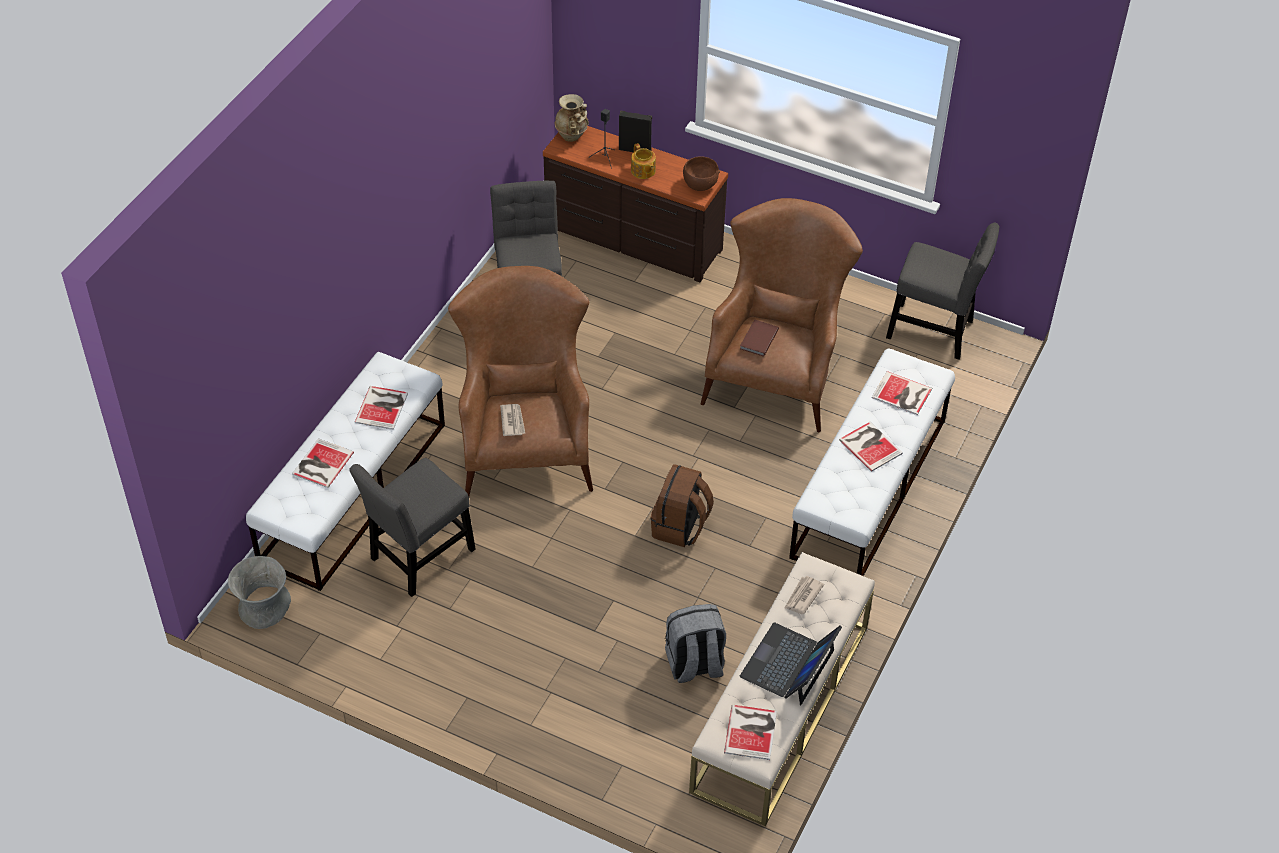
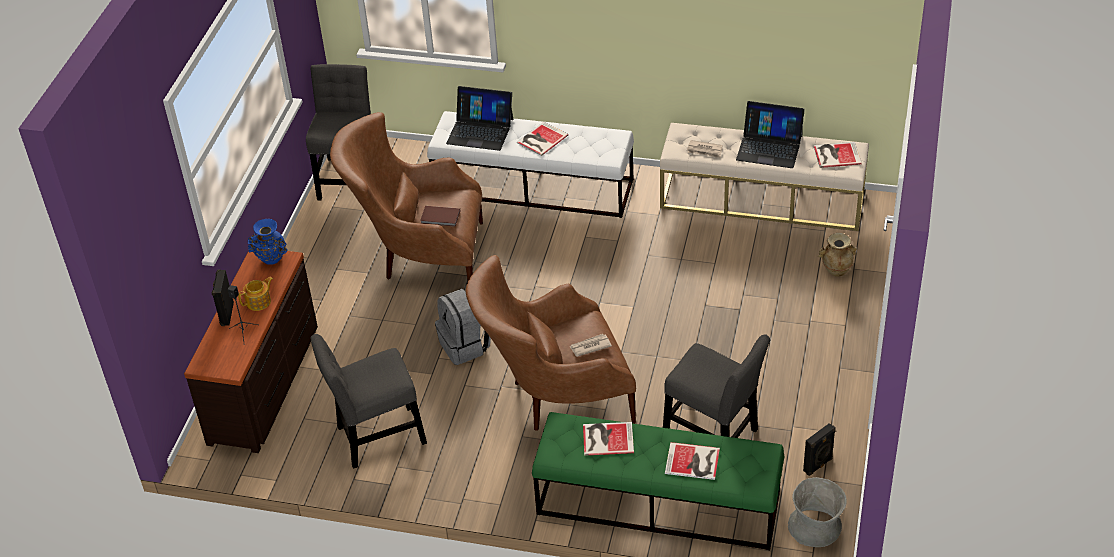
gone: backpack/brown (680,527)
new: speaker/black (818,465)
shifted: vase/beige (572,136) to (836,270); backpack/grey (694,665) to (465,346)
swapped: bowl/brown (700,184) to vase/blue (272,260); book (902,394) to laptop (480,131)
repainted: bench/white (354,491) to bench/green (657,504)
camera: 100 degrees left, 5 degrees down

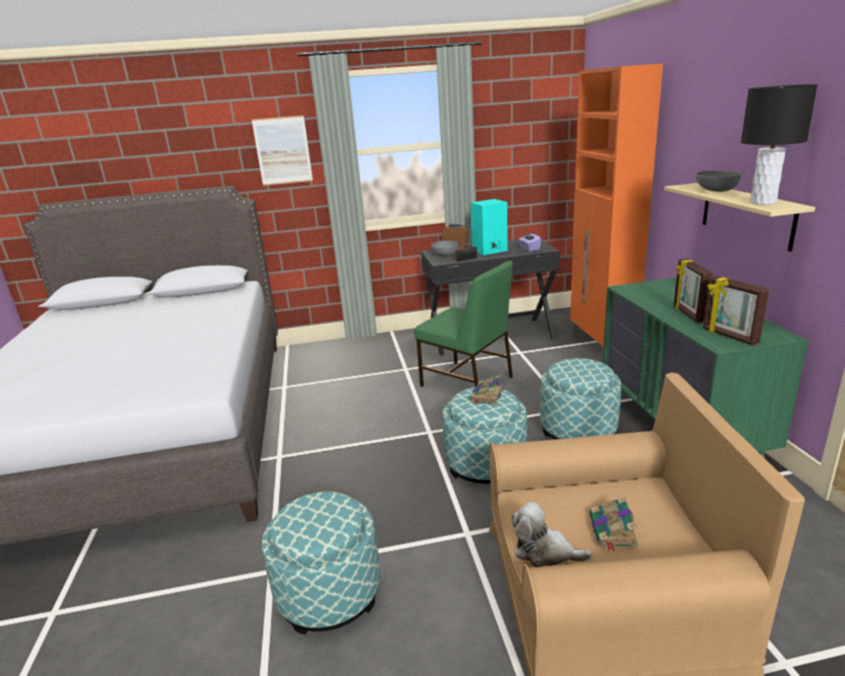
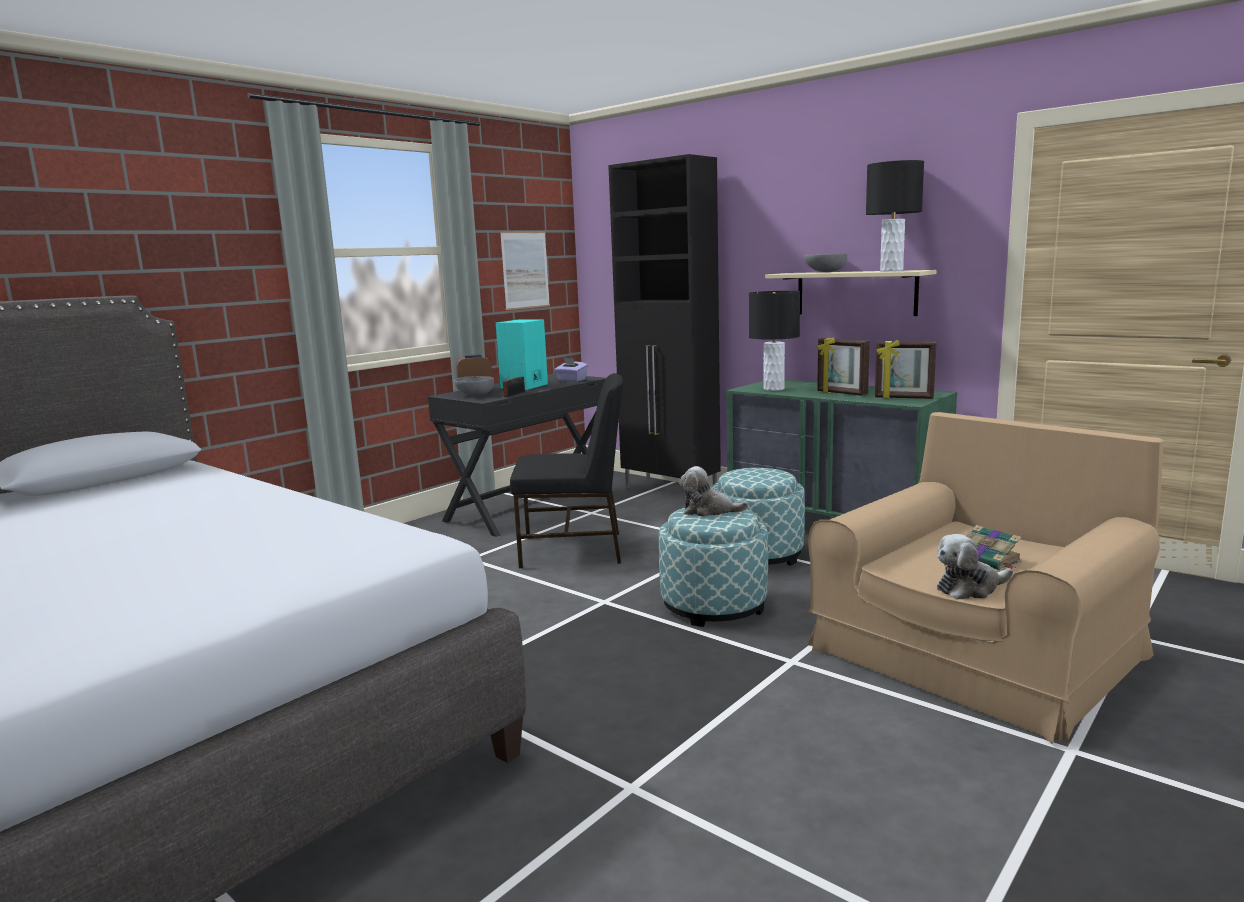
gone: ottoman (329,593)
new: table lamp/black (774,389)
shifted: picture (283,150) to (525,270)
swapped: book (486,396) to plush toy (709,511)
repainted: cabinet/orange (601,346) to cabinet/black (671,490); chair/green (467,382) to chair/black (574,550)
camera: 40 degrees left, 10 degrees down

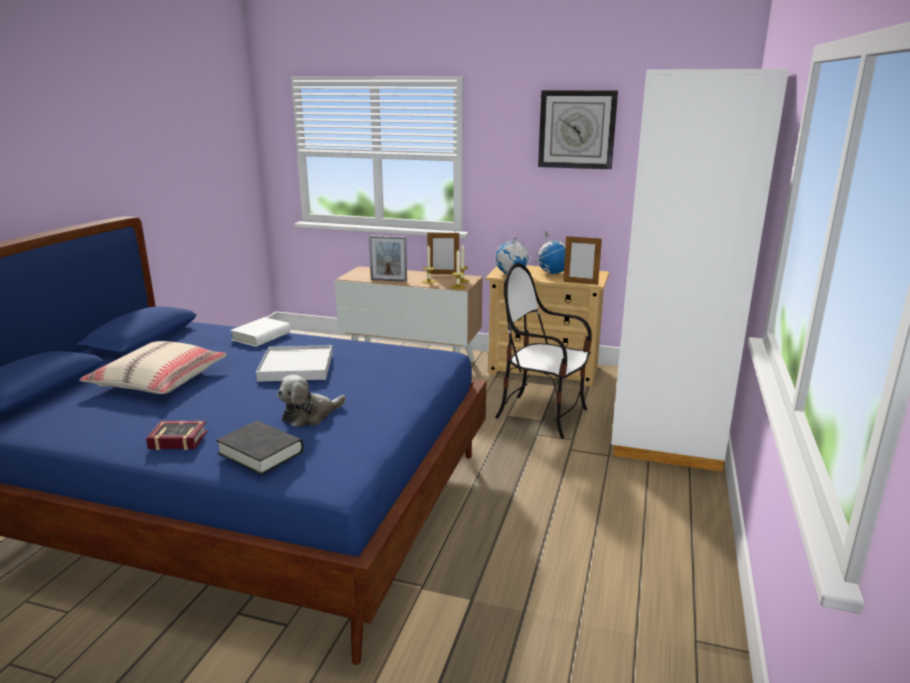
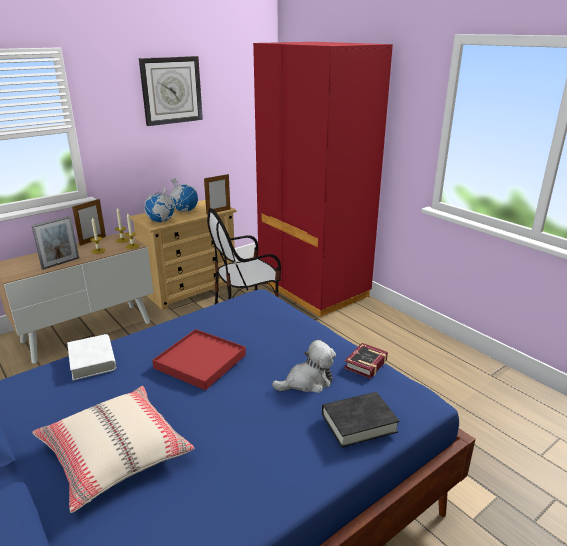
shifted: book (176,439) to (363,364)
repainted: wardrobe/white (665,430) to wardrobe/red (313,289); tray/white (296,367) to tray/red (200,361)
rotated: plush toy (310,416) = (307,382) 105 degrees counterclockwise
camera: 55 degrees left, 5 degrees up

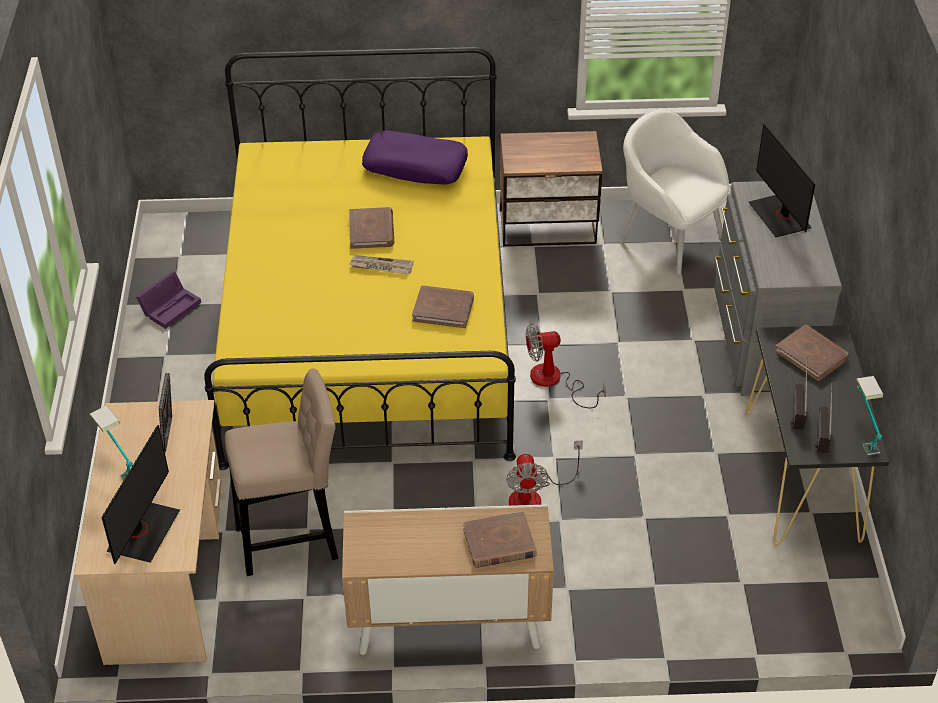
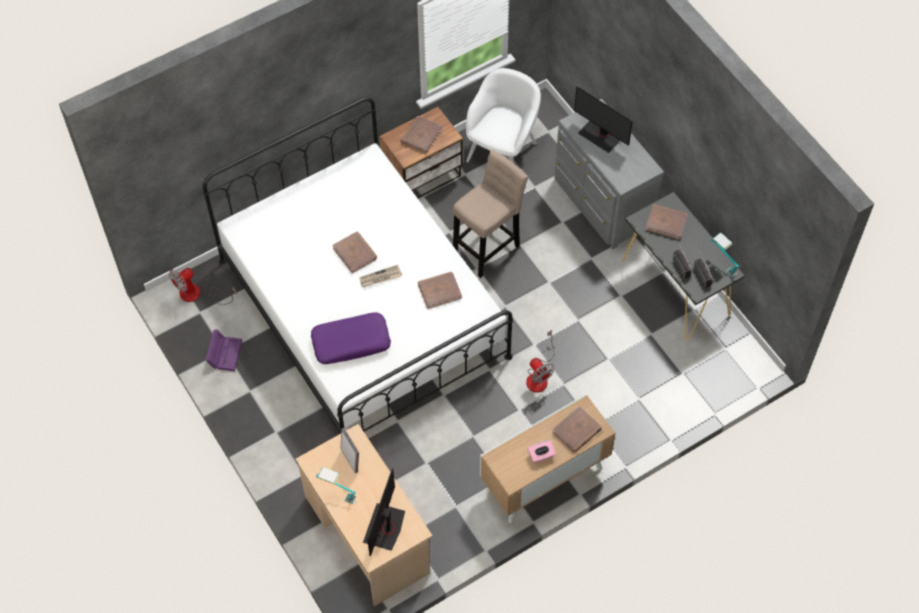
new: book/brown (421,135); tissue box/pink (541,455)
shifted: pillow/purple (415,166) to (351,342); fan (554,381) to (197,294); stool/beige (293,540) to (488,247)
repainted: bed/yellow (368,328) to bed/white (363,308)
rotated: armchair/white (669,238) = (502,150) 105 degrees clockwise; monitor (142,531) = (385,527) 150 degrees counterclockwise
camera: 30 degrees left, 15 degrees up

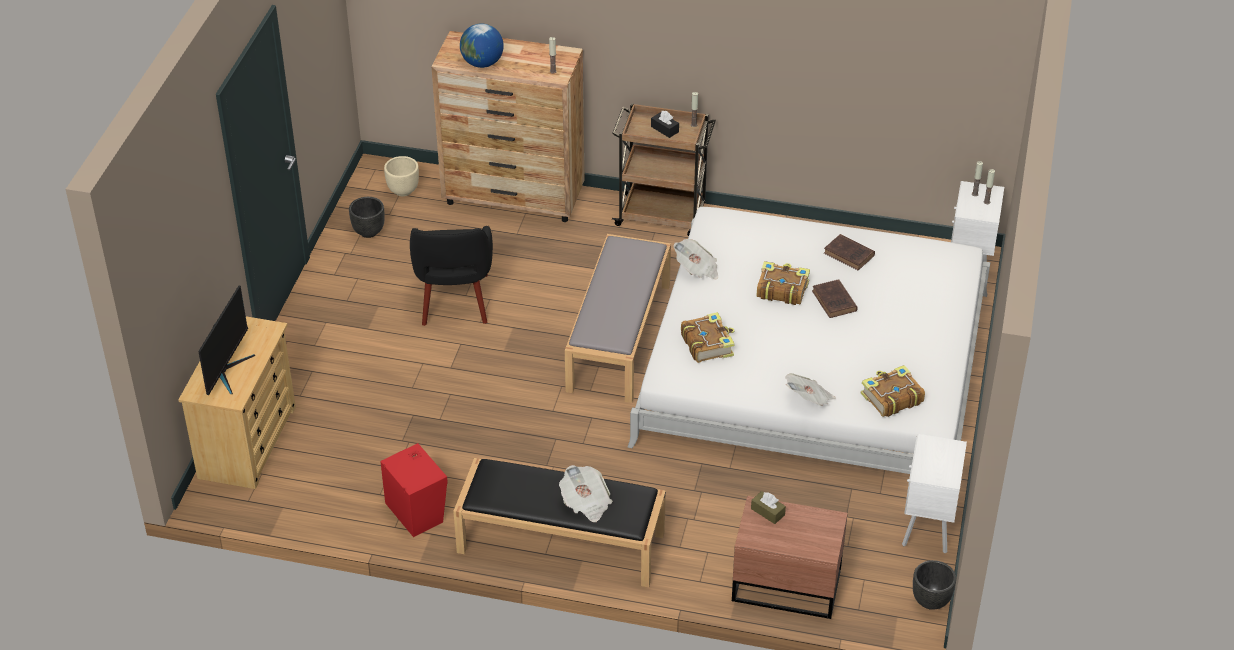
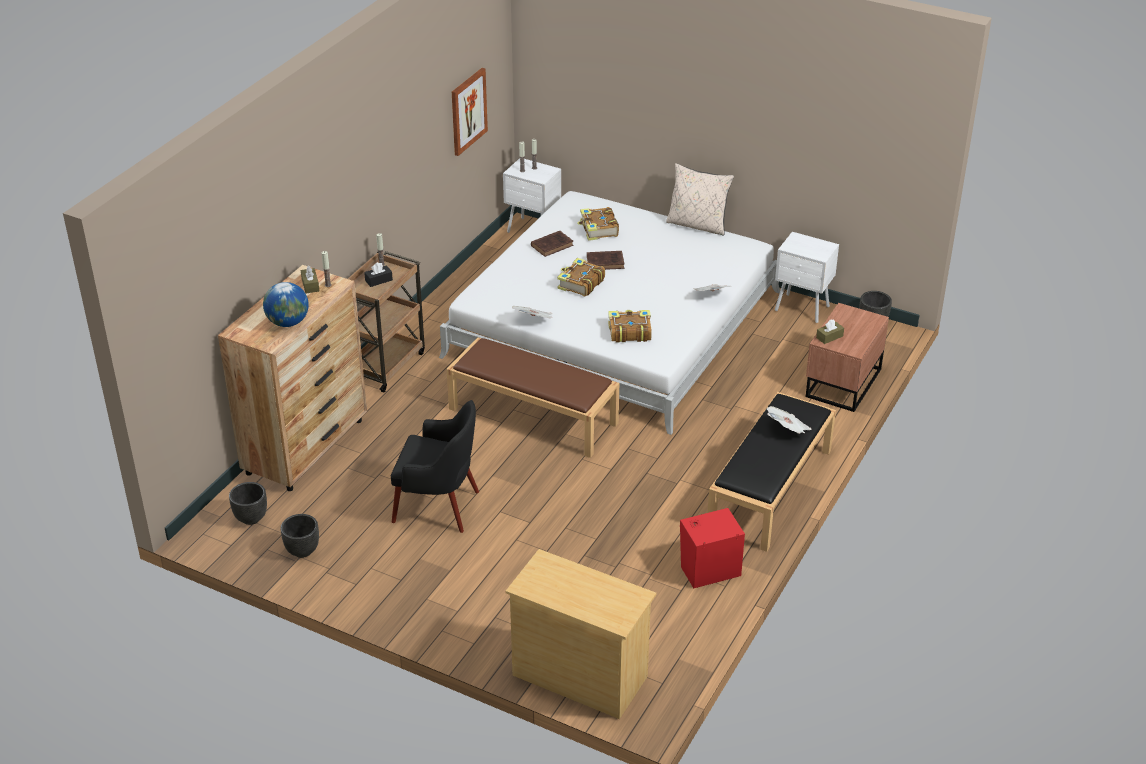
gone: monitor (227,371)
new: picture (468,111); pillow/beige (697,225); tissue box/brown (310,285)
shifted: book (891,398) to (598,229)
repainted: planter/beige (403,190) to planter/black (250,518); bench/grey (619,337) to bench/brown (534,416)
camera: 75 degrees left, 5 degrees down

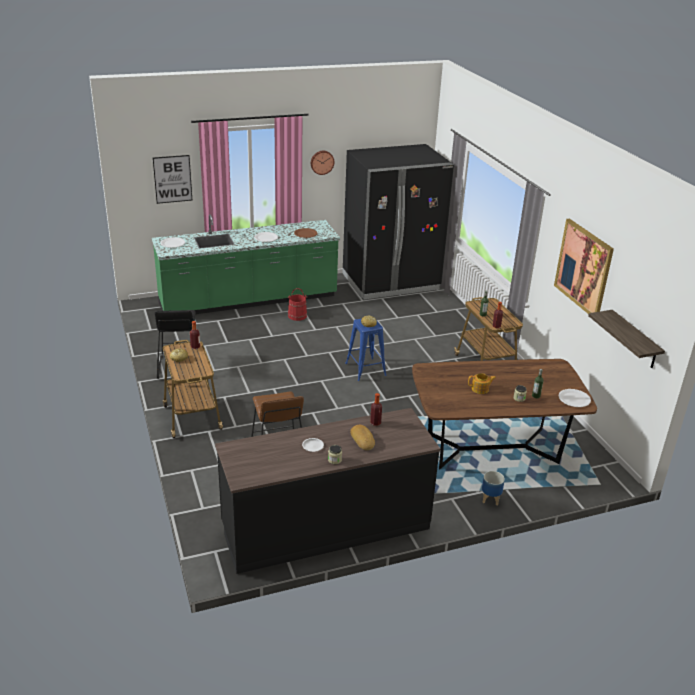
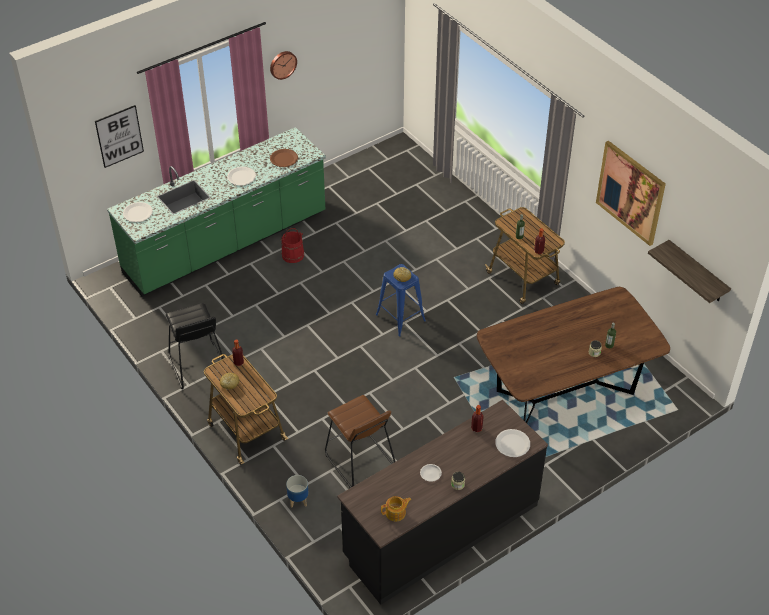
gone: fridge/black (391,282); bread (363,439)
shifted: teapot (480,389) to (396,513); plate/white (574,399) to (512,444); planter (490,499) to (298,500)
camera: 15 degrees left, 15 degrees up

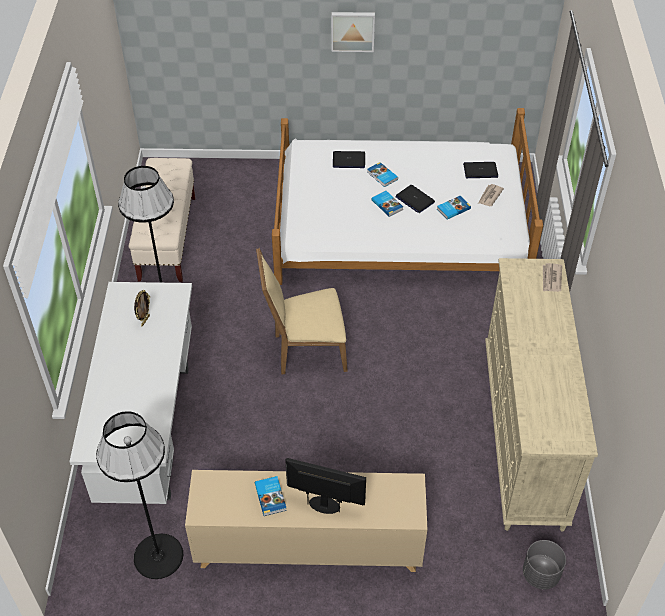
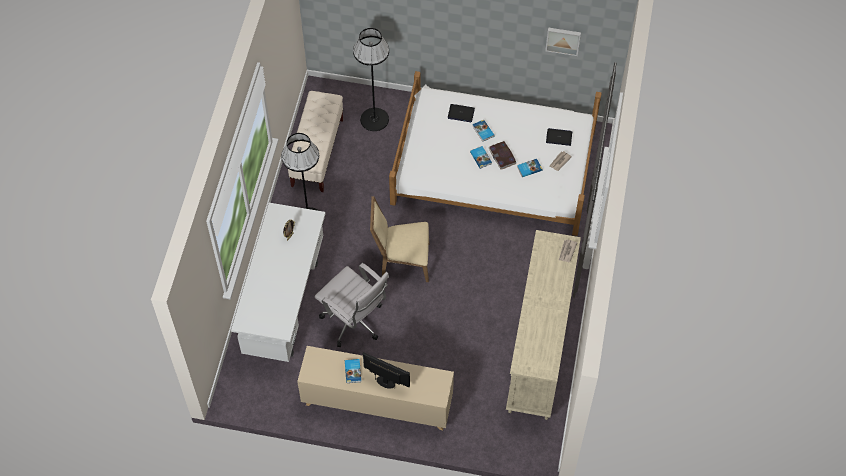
gone: planter/grey (540,574)
new: office chair/white (355,322)
shifted: picture (352,30) to (563,40); floor lamp/black (158,556) to (374,119)
swapped: laptop (414,199) to book (502,156)
camera: 10 degrees right, 10 degrees up

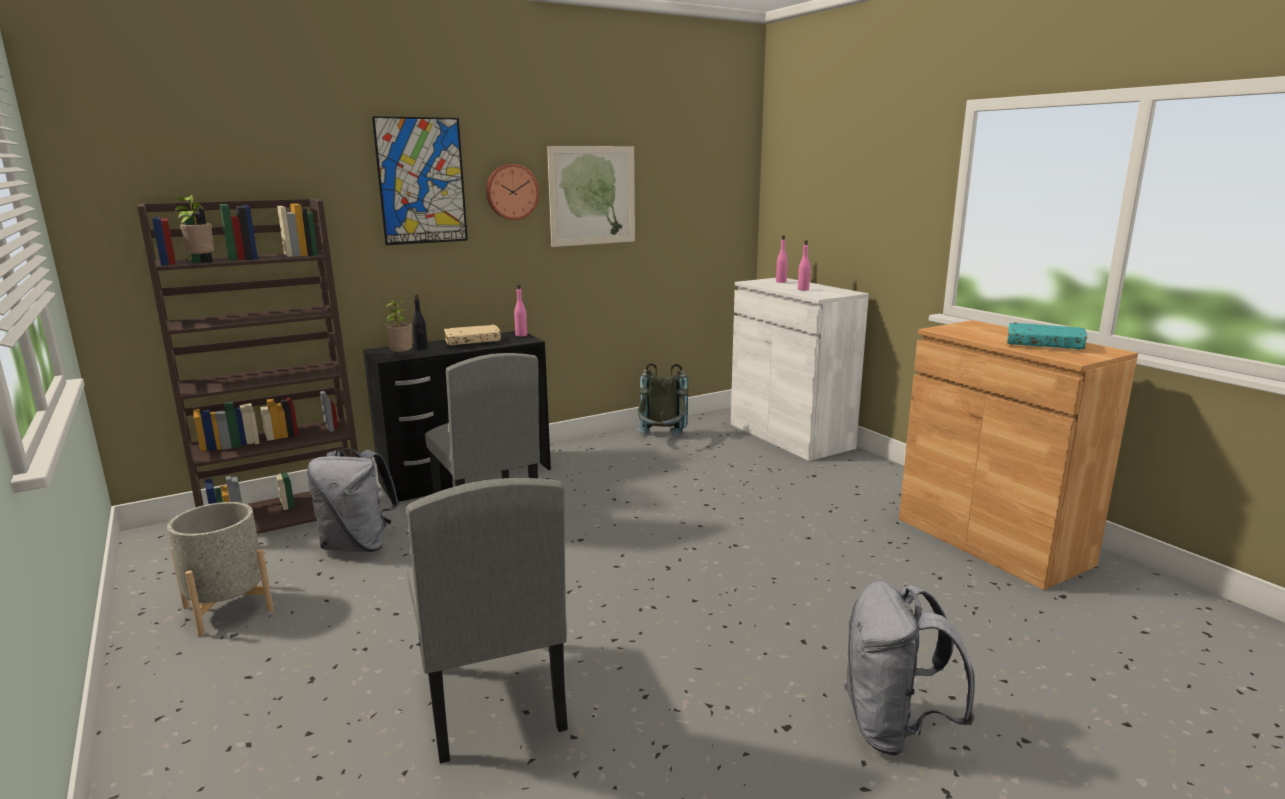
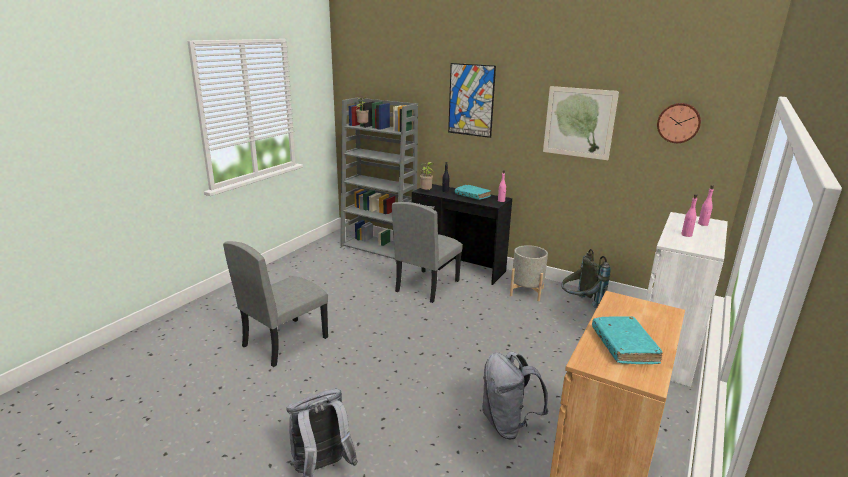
shifted: wall clock (511,192) to (678,122); backpack/grey (358,545) to (508,424); planter/grey (228,608) to (526,292)
repainted: bookcase/brown (285,514) to bookcase/grey (379,247); book/beige (473,341) to book/turquoise (472,196)
camera: 60 degrees right, 5 degrees up

